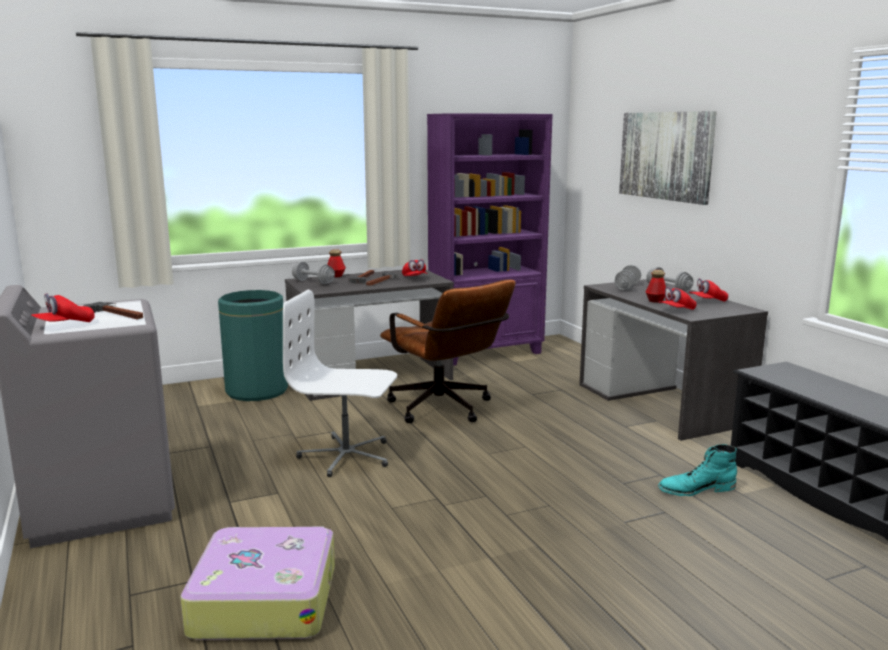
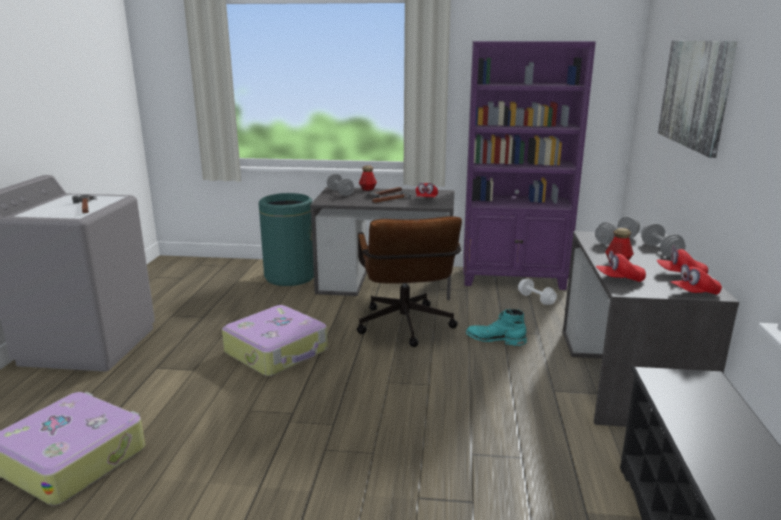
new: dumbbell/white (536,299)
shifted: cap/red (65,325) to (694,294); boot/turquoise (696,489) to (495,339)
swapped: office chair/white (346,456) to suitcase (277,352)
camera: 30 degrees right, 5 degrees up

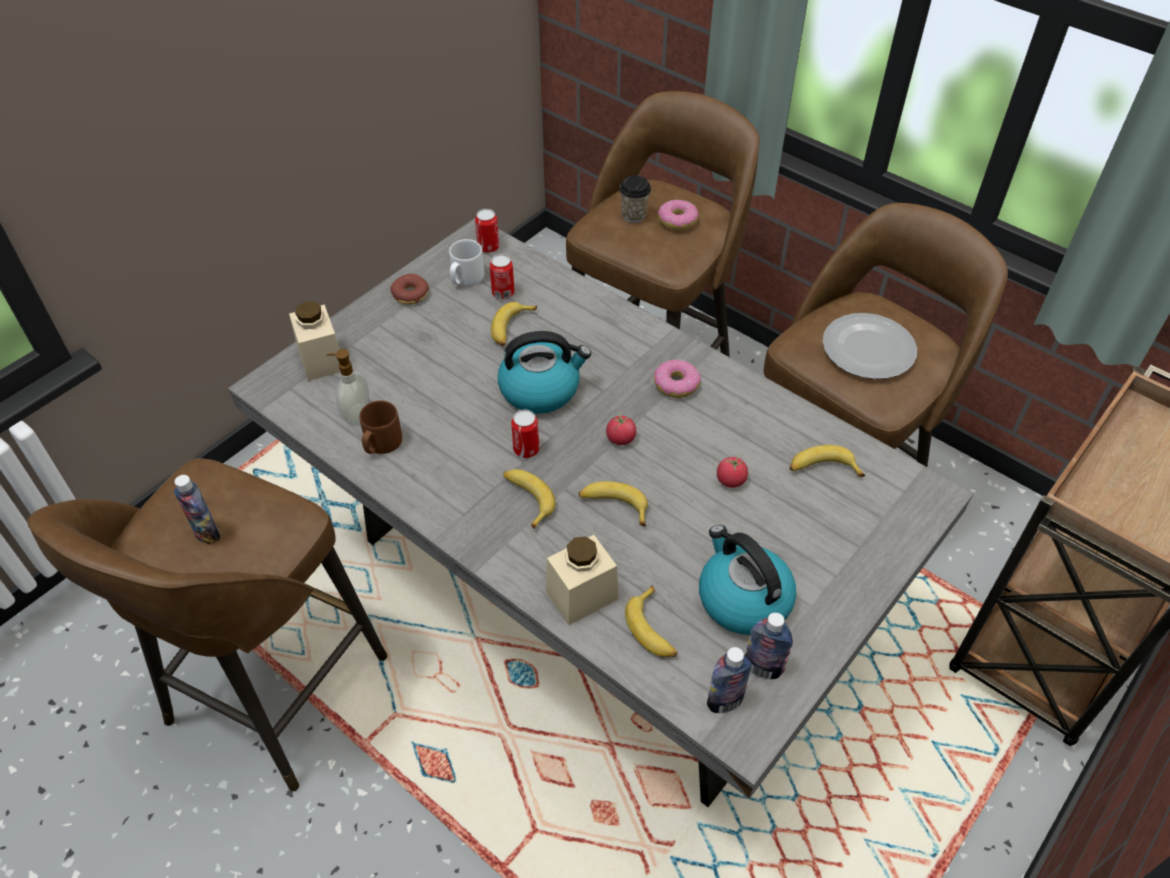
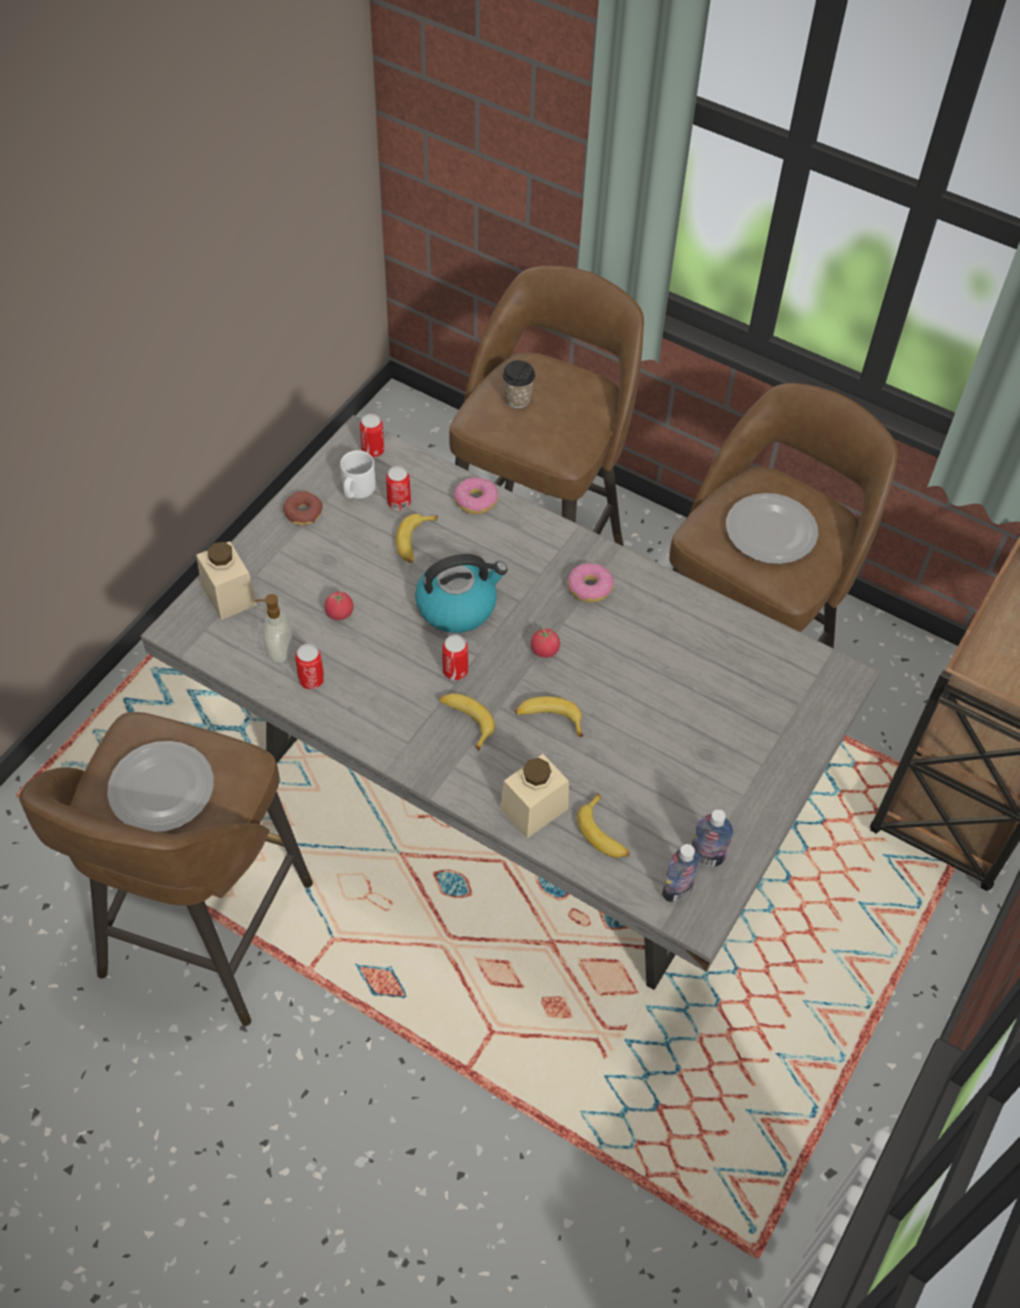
gone: banana (822,468); kettle (742,599)
shifted: donut (677,221) to (476,501); tomato (730,480) to (339,613)
swapped: mug/brown (381,444) to can (311,680); bottle (207,533) to plate (163,788)
camera: 10 degrees left, 5 degrees up

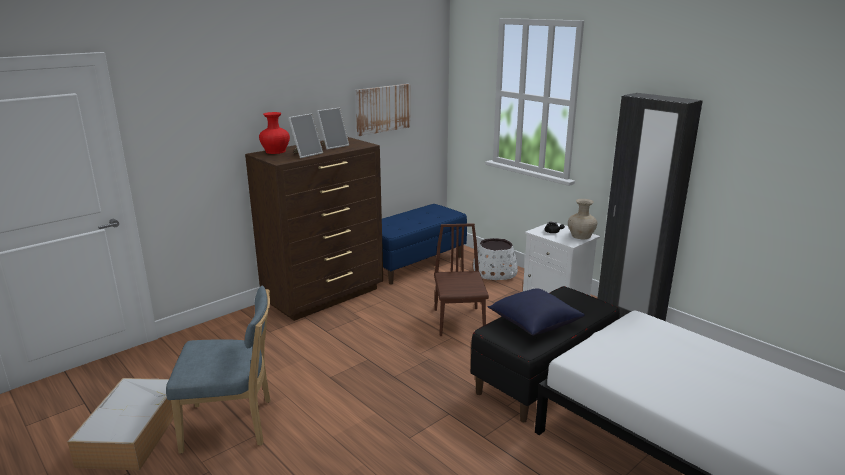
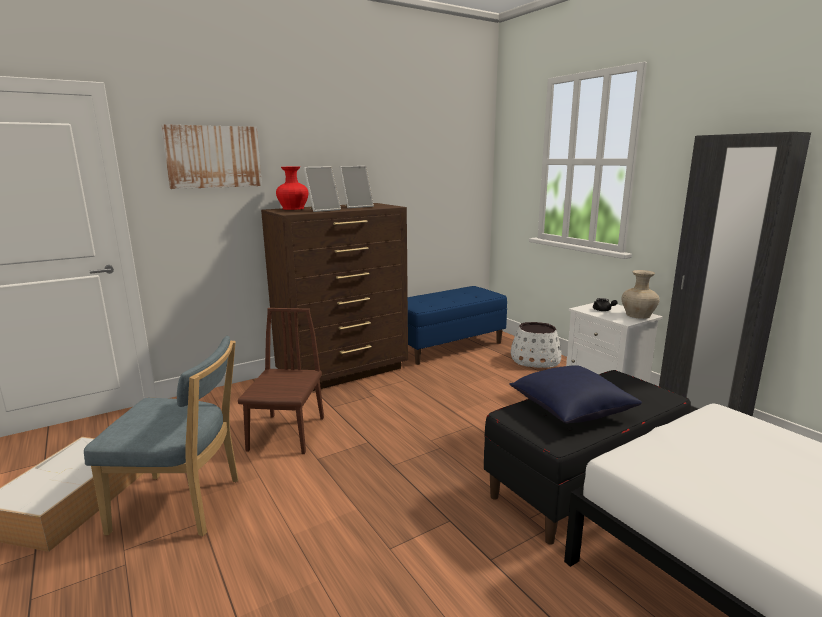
shifted: picture (382,109) to (213,157); chair/brown (459,321) to (287,433)
camera: 10 degrees right, 5 degrees down

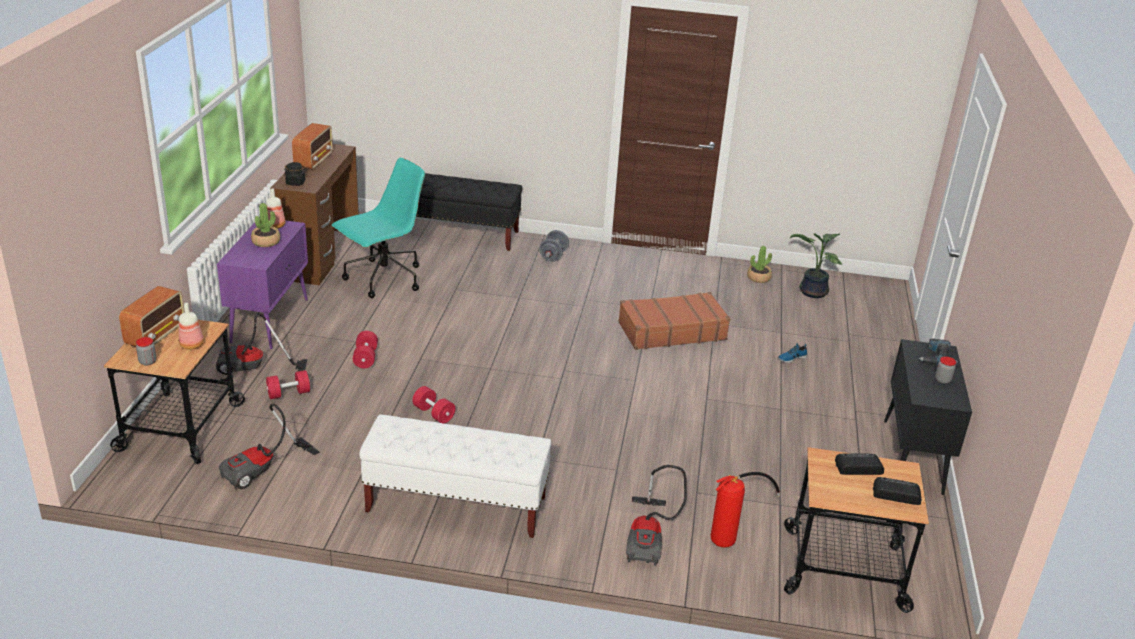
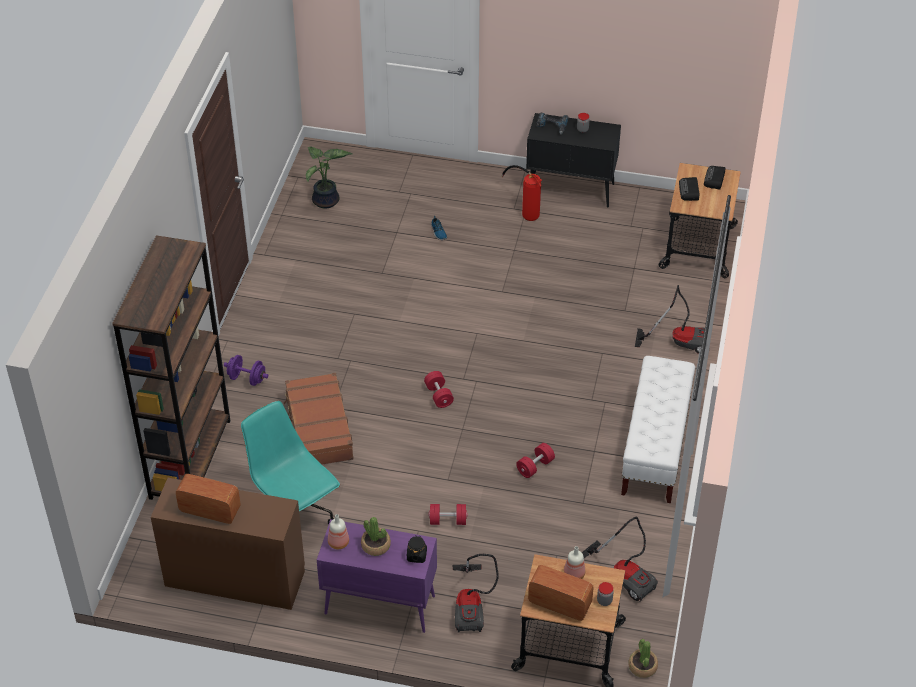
shifted: jar/black (296,183) to (416,555); potted plant (758,278) to (642,667); suitcase/brown (671,331) to (318,428); dumbbell/red (289,393) to (439,395); fire extinguisher (734,534) to (525,210)
swapped: bench/black (457,234) to bookcase/brown (190,458)
repainted: dumbbell/grey (553,256) to dumbbell/purple (247,378)
camera: 85 degrees left, 15 degrees up

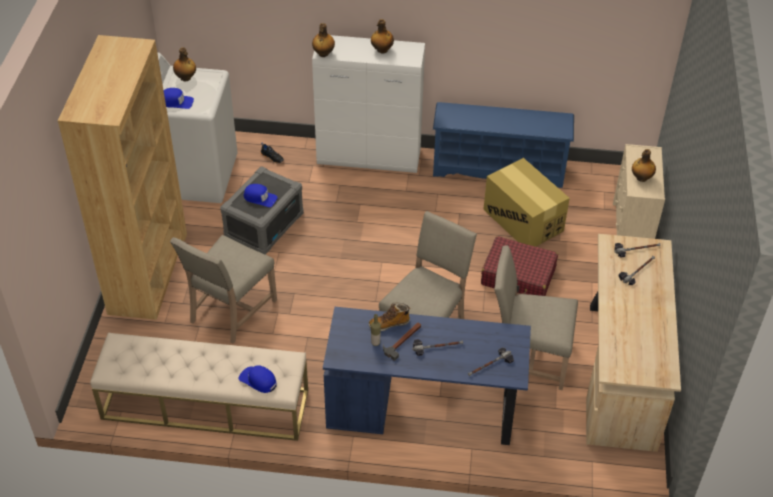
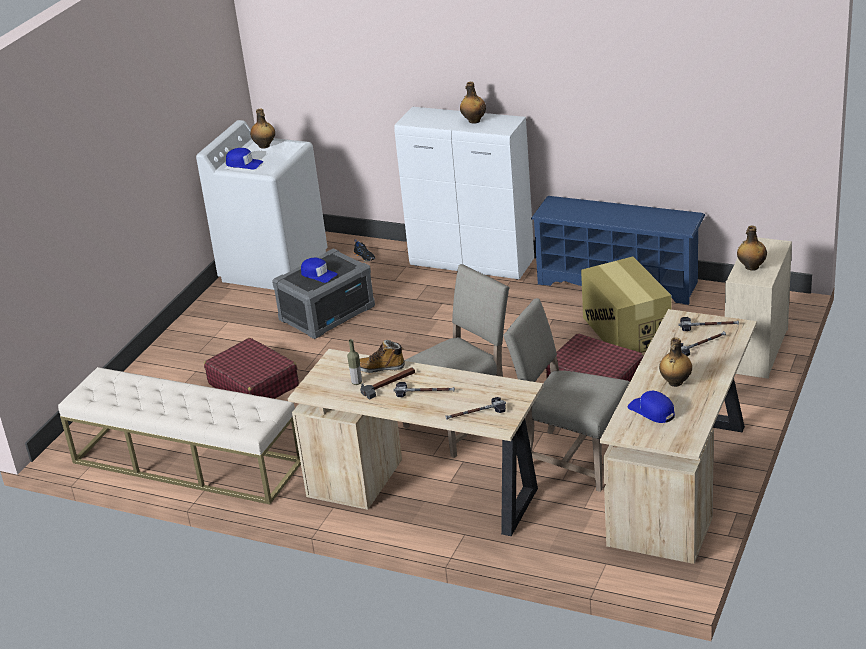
gone: bookcase/brown (148,272)
shifted: bottle (323,54) to (675,382); cap/blue (258,380) to (652,411)
swapped: chair/beige (230,311) to suitcase/red (253,385)
repainted: desk/blue (424,410) to desk/beige (426,493)
camera: 20 degrees right, 15 degrees down

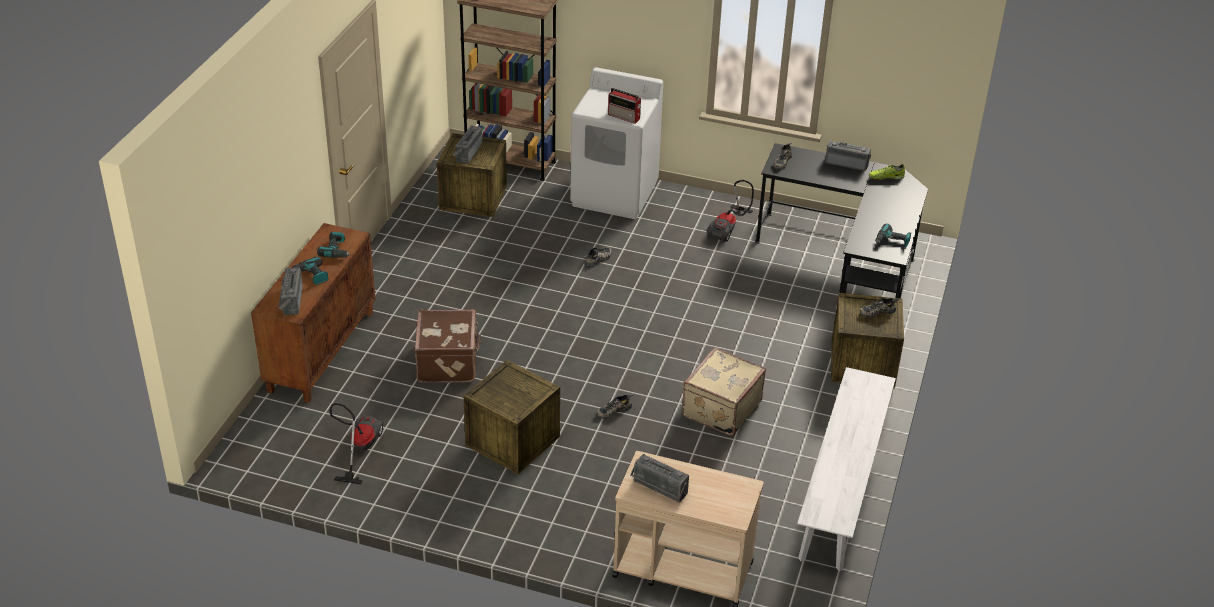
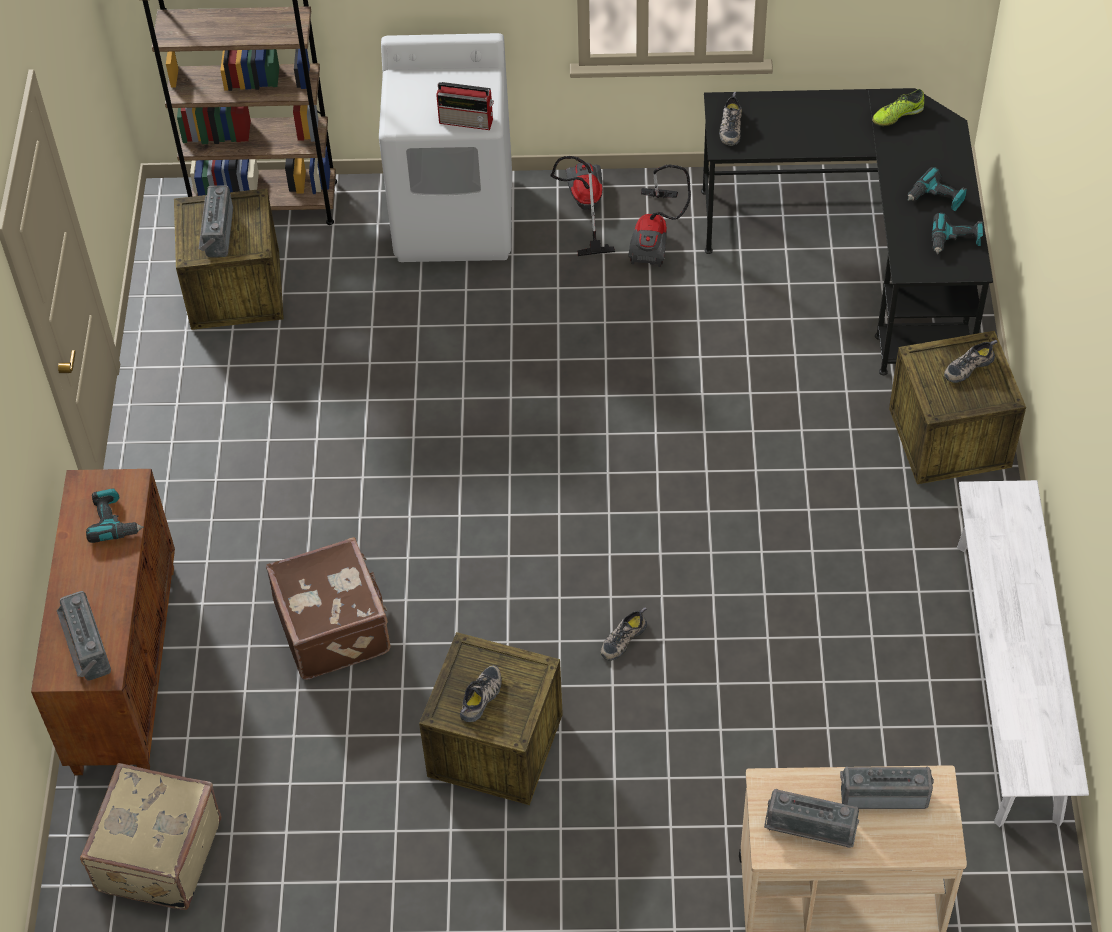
shifted: radio (847,163) to (884,793); shoe (598,259) to (482,698); power drill (311,275) to (936,198); suitcase/beige (720,408) to (156,855); vacuum cleaner (359,448) to (583,208)
camera: 15 degrees left, 15 degrees up

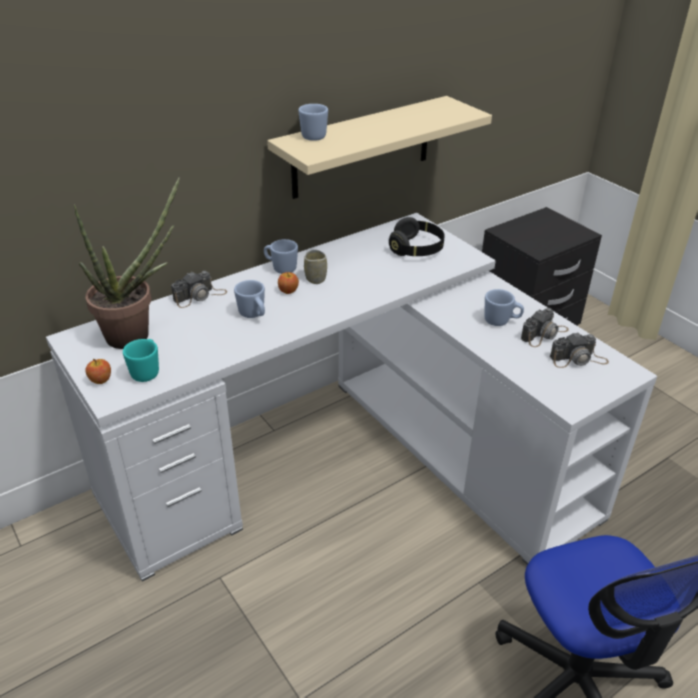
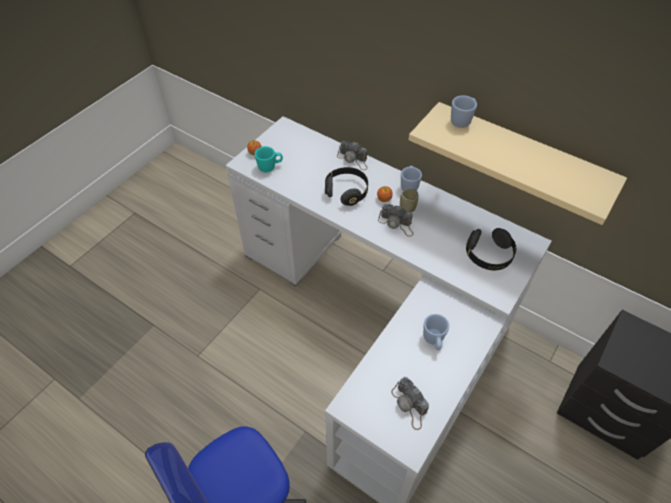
gone: potted plant (137,334)
shifted: photo camera (544,334) to (396,224)
swapped: mug/blue (254,315) to headphones/black (346,192)
camera: 70 degrees right, 15 degrees up

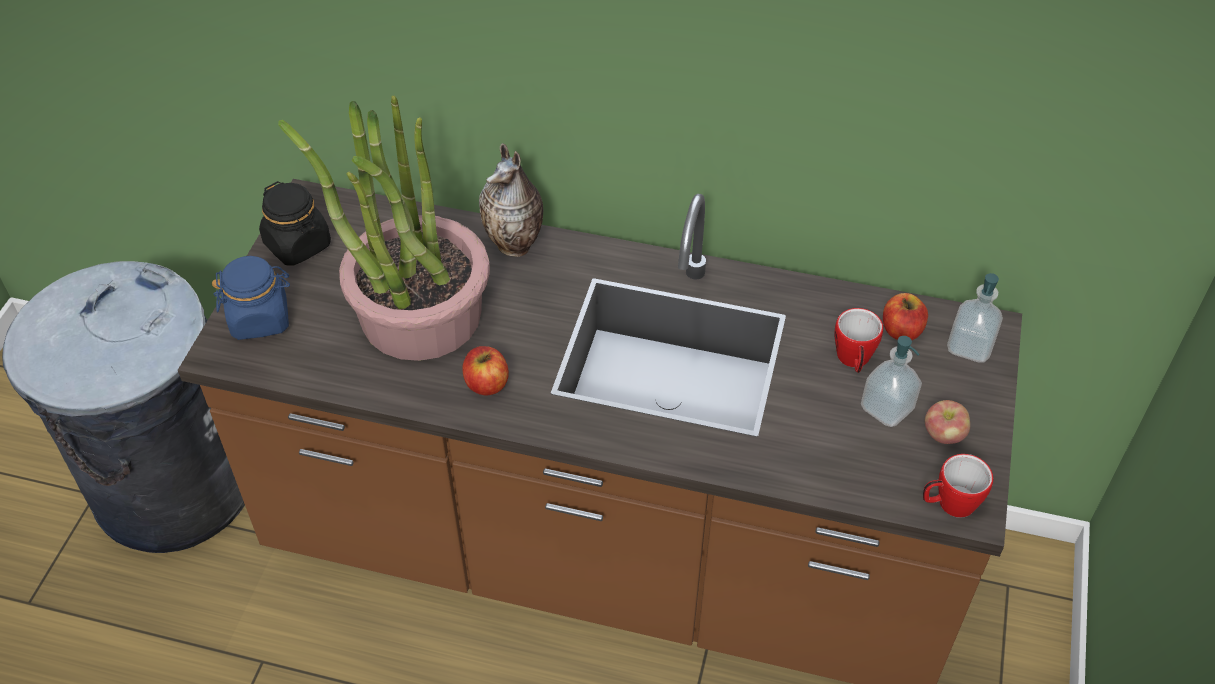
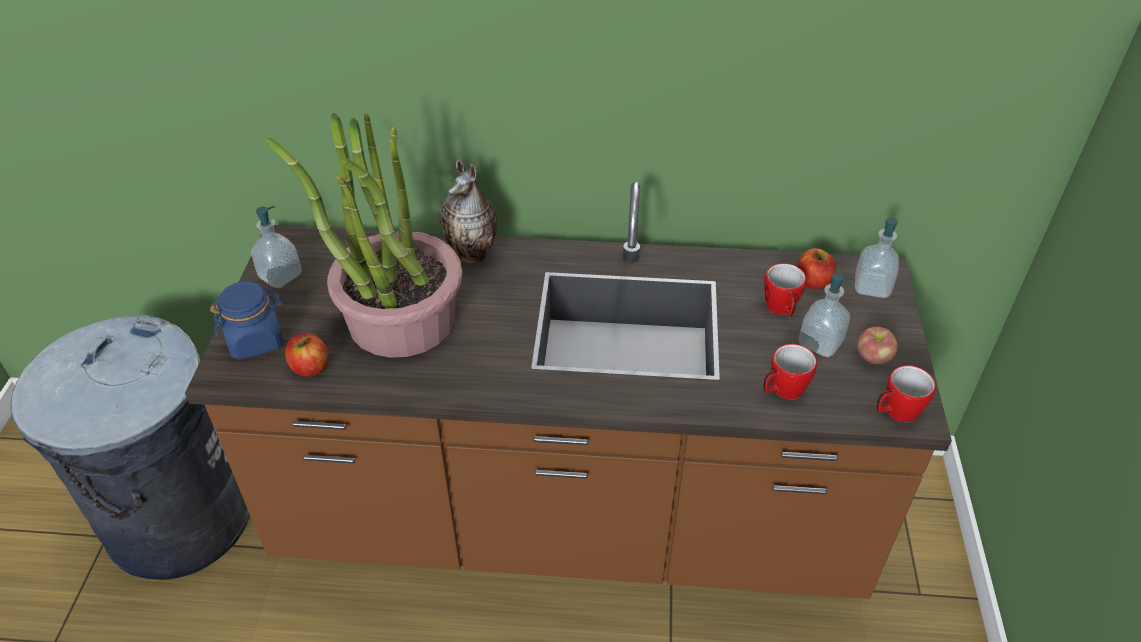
new: mug (782,391)
shifted: apple (486,384) to (310,367)
swapped: jar/black (298,245) to soap dispenser (280,276)
camera: 10 degrees left, 5 degrees down

